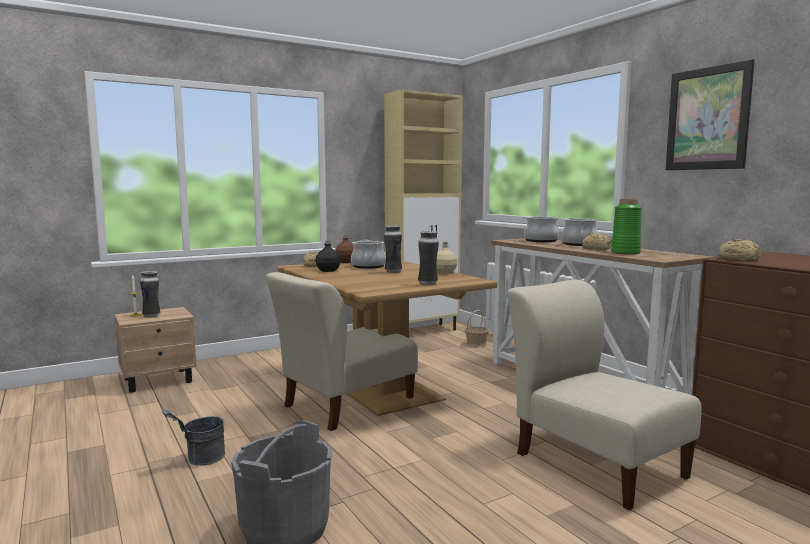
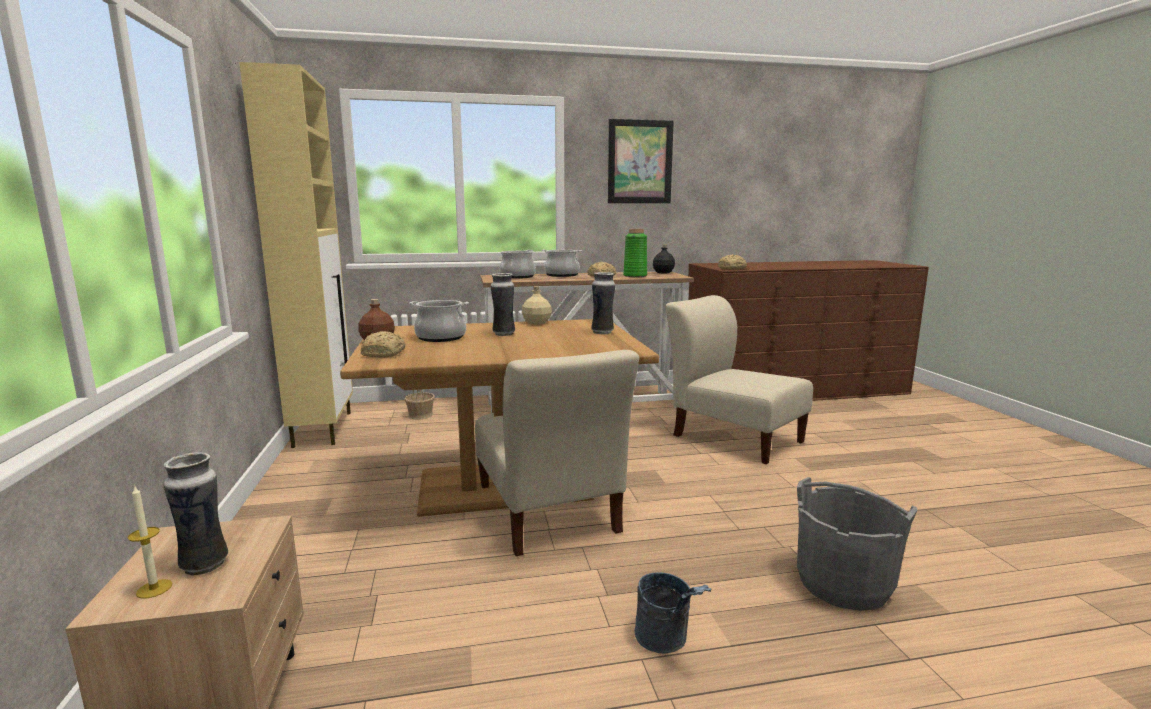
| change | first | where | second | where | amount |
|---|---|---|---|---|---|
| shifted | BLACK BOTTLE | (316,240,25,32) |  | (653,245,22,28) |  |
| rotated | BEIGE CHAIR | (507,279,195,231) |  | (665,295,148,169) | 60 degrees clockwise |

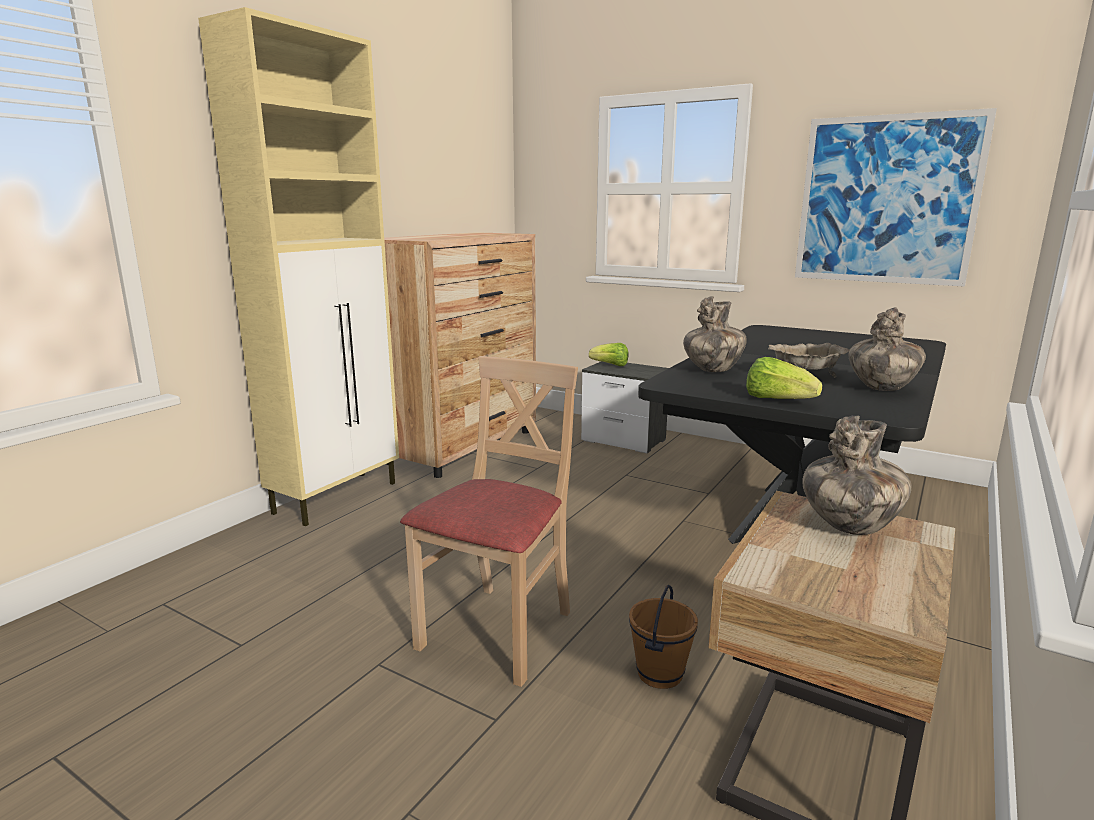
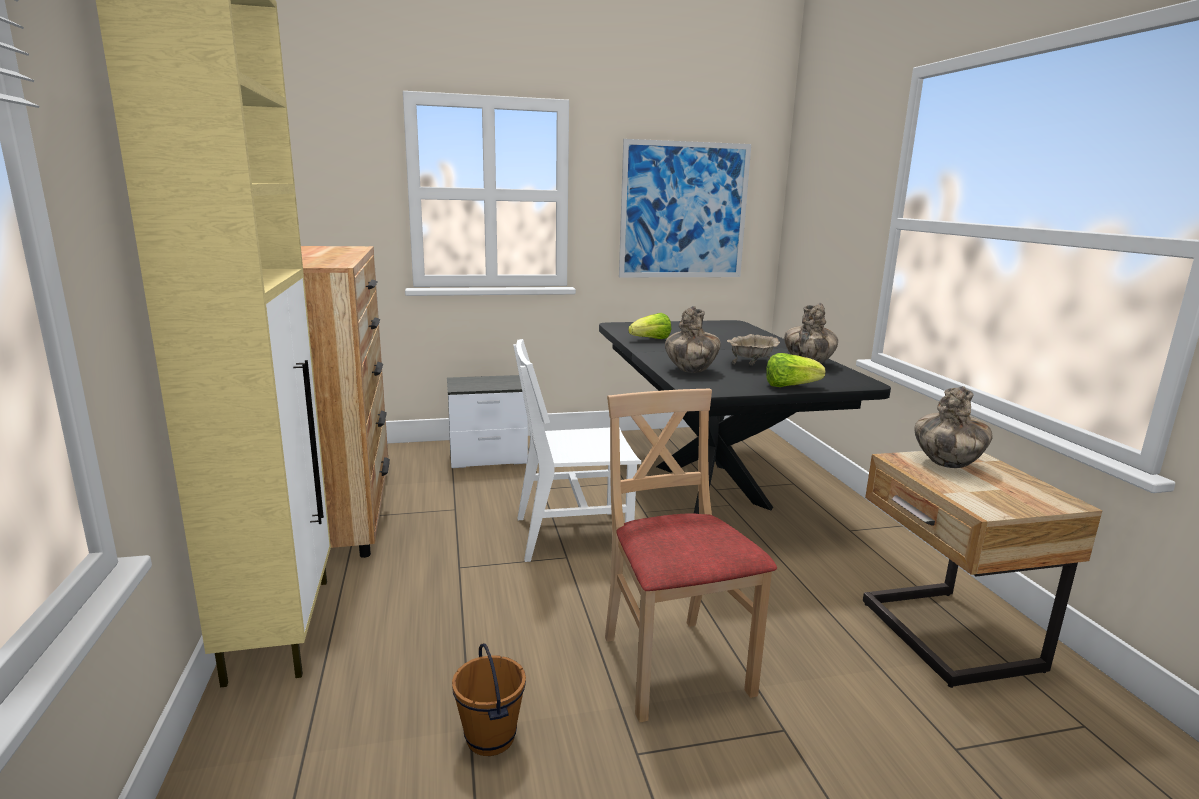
| change | first | where | second | where | amount |
|---|---|---|---|---|---|
| shifted | LETTUCE | (589,343,40,23) |  | (628,313,43,26) |  |
| shifted | BROWN BUCKET | (629,585,69,104) |  | (452,643,74,113) |  |
| new |  |  | WHITE CHAIR | (513,339,128,223) |  |

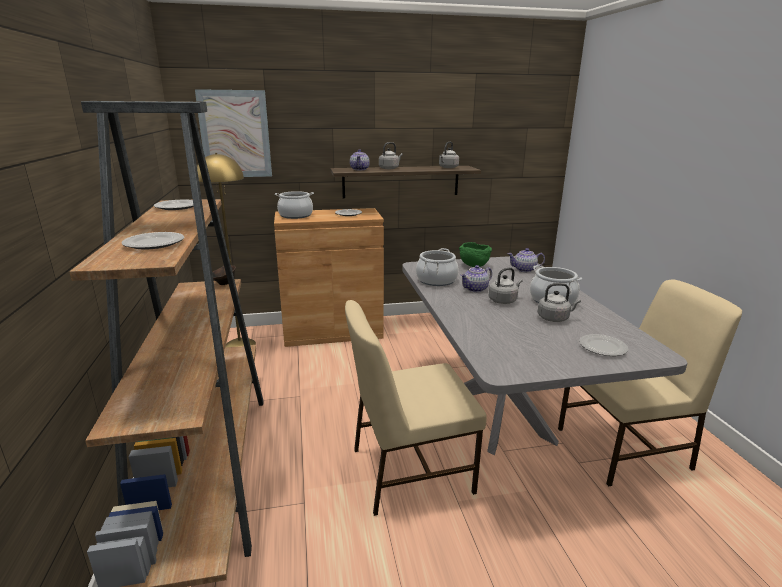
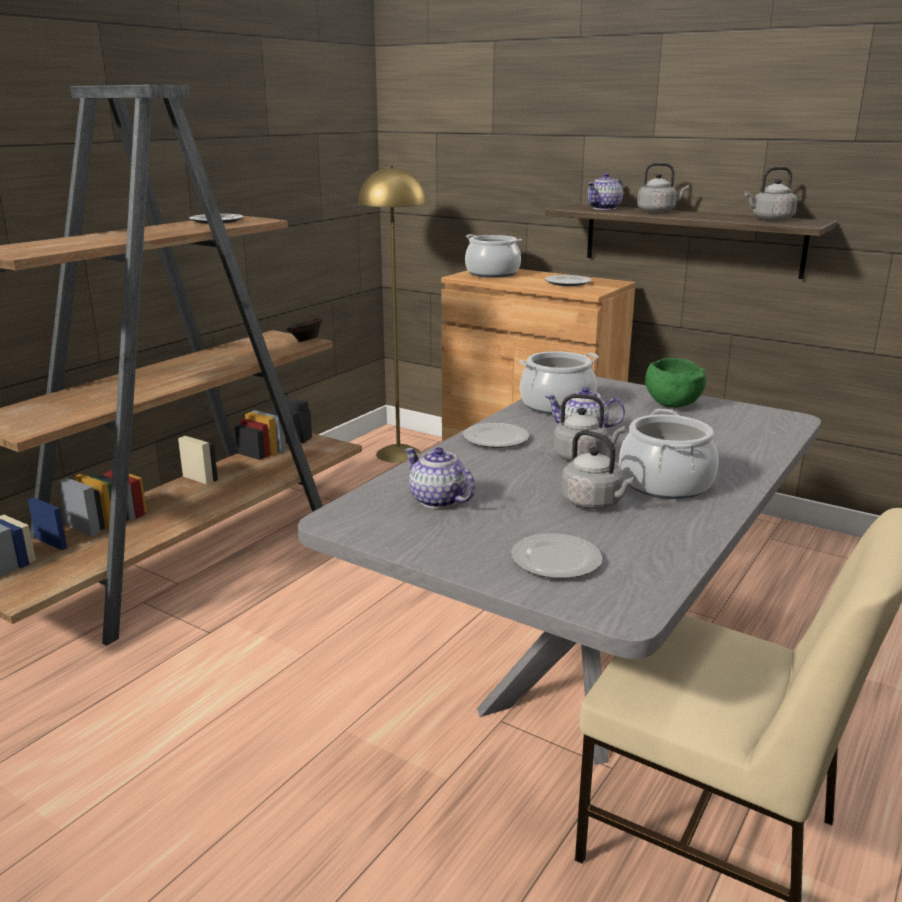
| change | first | where | second | where | amount |
|---|---|---|---|---|---|
| gone | PICTURE | (195,89,77,88) |  |  |  |
| shifted | PLATE | (121,232,63,18) |  | (463,423,66,25) |  |
| shifted | TEAPOT | (508,248,37,24) |  | (405,447,70,62) |  |
| gone | BEIGE CHAIR | (345,300,142,216) |  |  |  |

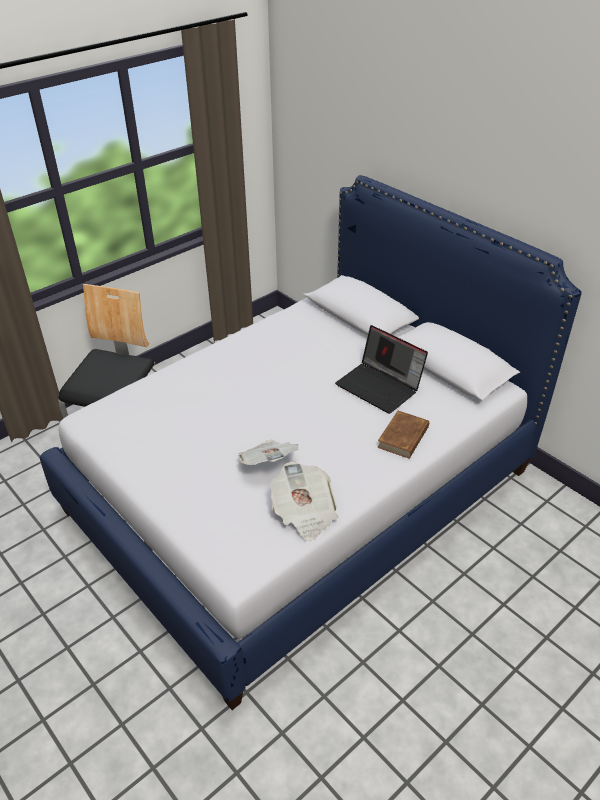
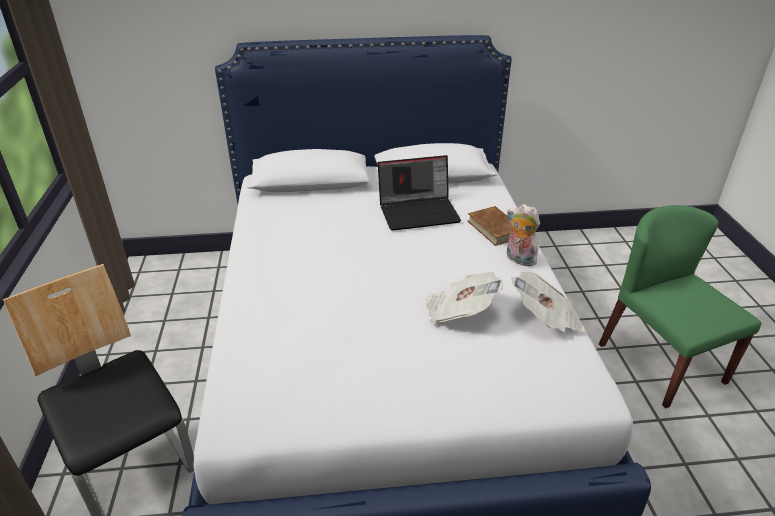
| change | first | where | second | where | amount |
|---|---|---|---|---|---|
| new |  |  | PLUSH TOY | (506,204,34,62) |  |
| new |  |  | GREEN CHAIR | (599,205,162,203) |  |

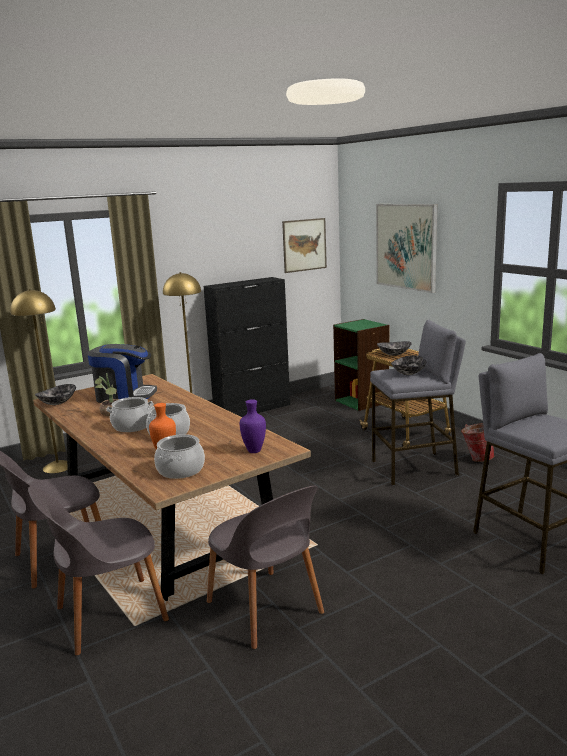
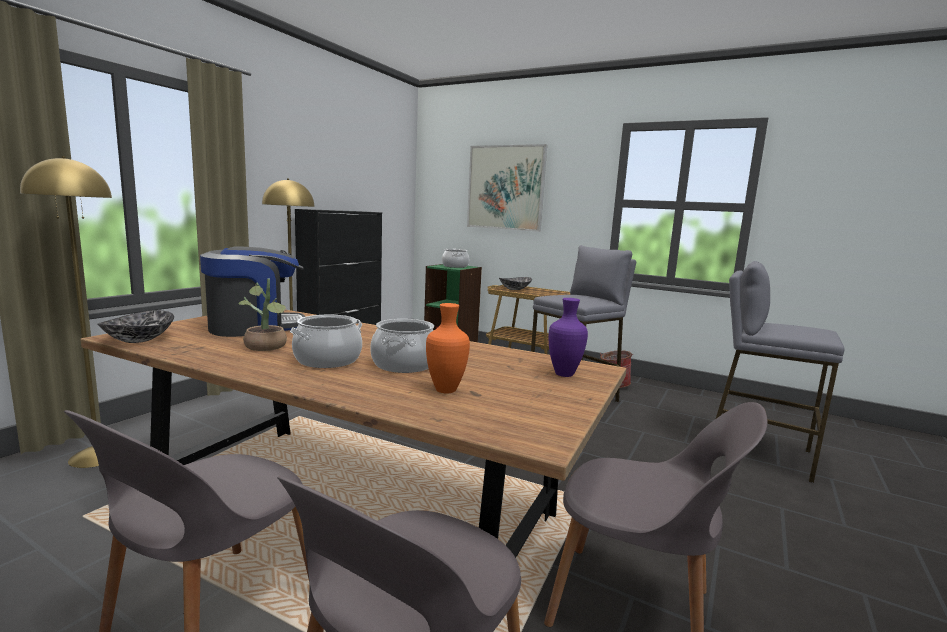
| change | first | where | second | where | amount |
|---|---|---|---|---|---|
| gone | PICTURE | (282,218,45,55) |  |  |  |
| gone | BOWL | (391,355,35,20) |  |  |  |
| shifted | COOKING POT | (154,434,51,45) |  | (442,249,27,19) |  |

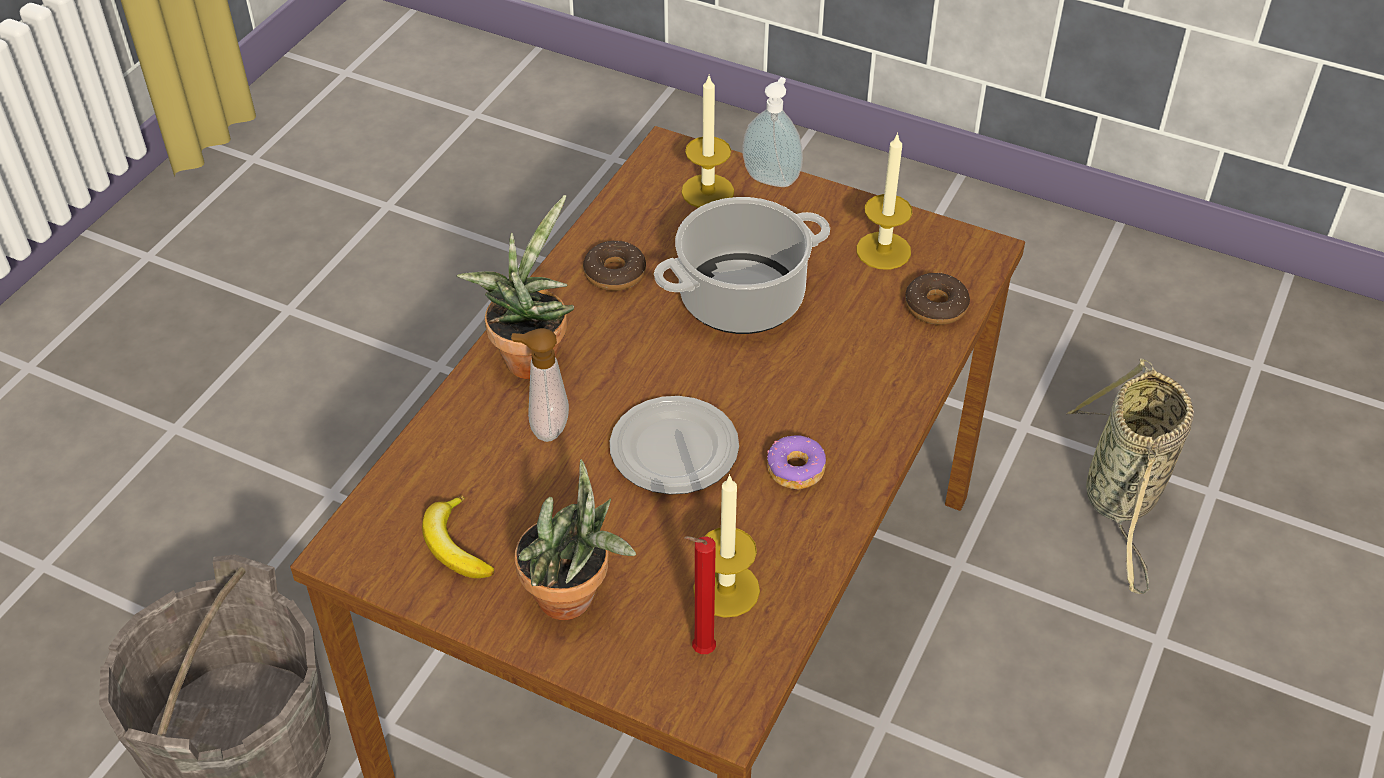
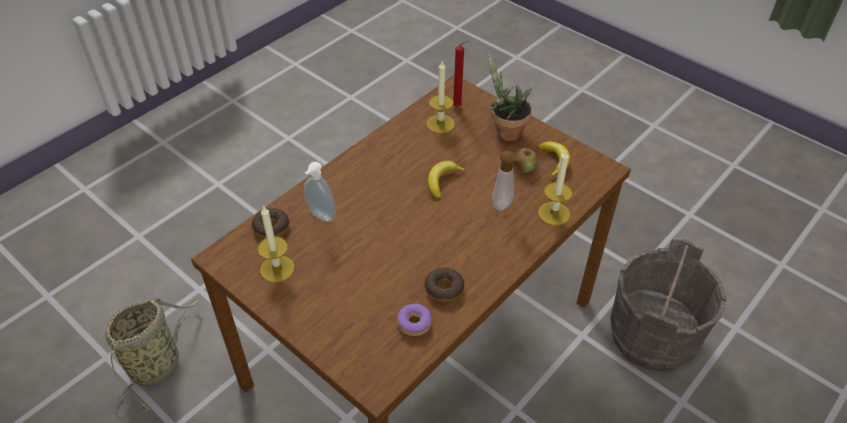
| change | first | where | second | where | amount |
|---|---|---|---|---|---|
| shifted | CANDLE | (681,76,53,132) |  | (538,149,35,76) |  |
| shifted | SOAP DISPENSER | (743,77,60,110) |  | (304,162,32,60) |  |
| gone | POTTED PLANT | (456,195,118,184) |  |  |  |
| gone | COOKING POT | (654,197,176,137) |  |  |  |
| swapped | PLATE | (610,396,129,99) | BANANA | (428,161,39,38) |  |
| shifted | DONUT | (767,435,59,55) |  | (397,304,34,32) |  |
| new |  |  | APPLE | (514,148,24,25) |  |

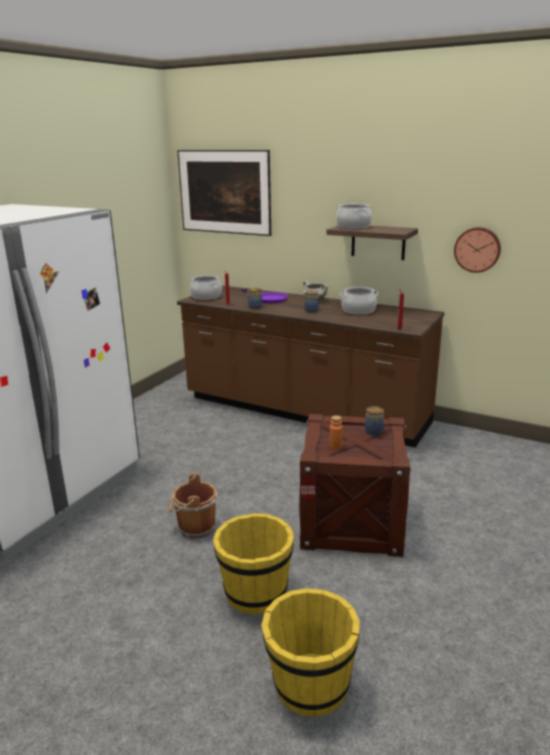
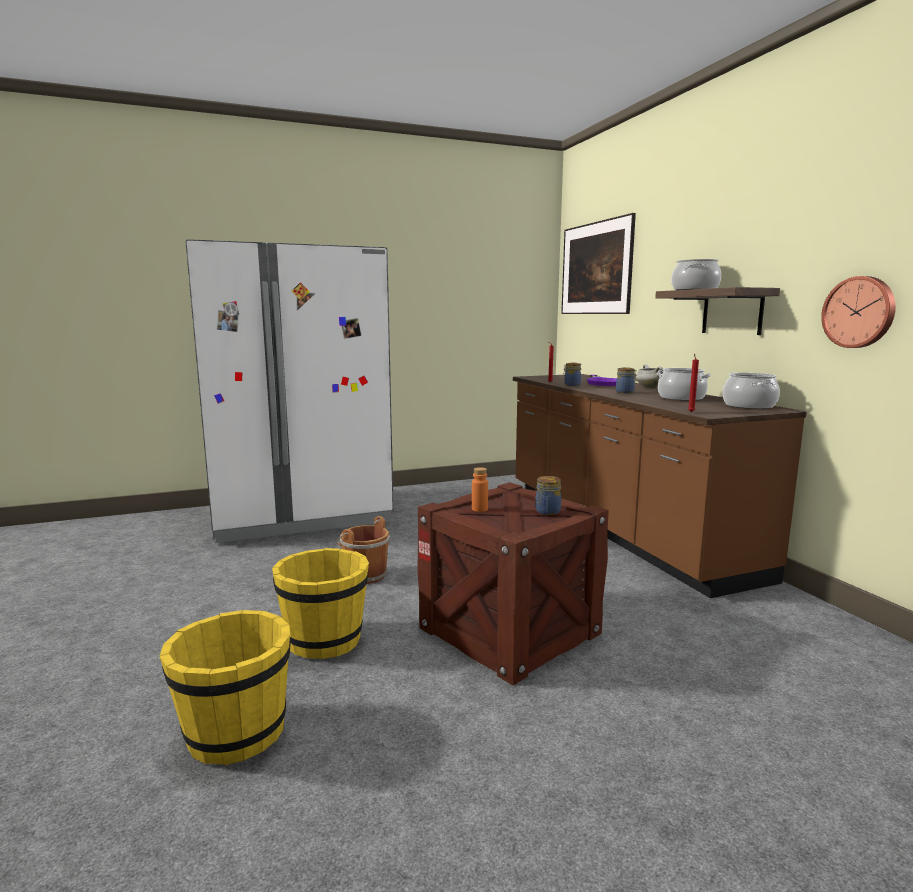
| change | first | where | second | where | amount |
|---|---|---|---|---|---|
| shifted | COOKING POT | (190,275,32,25) |  | (723,373,57,36) |  |

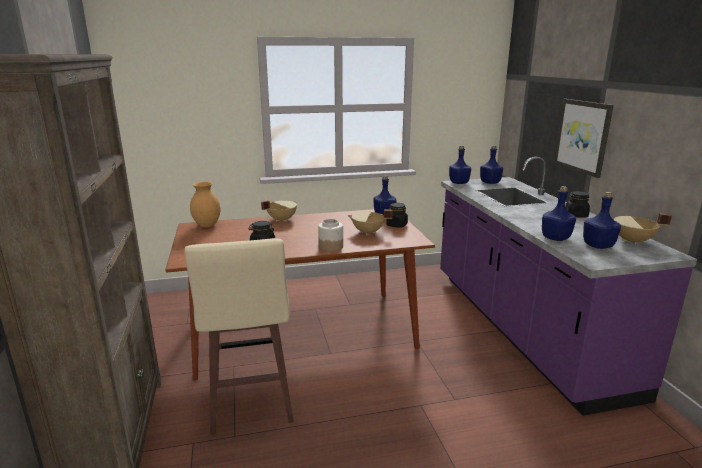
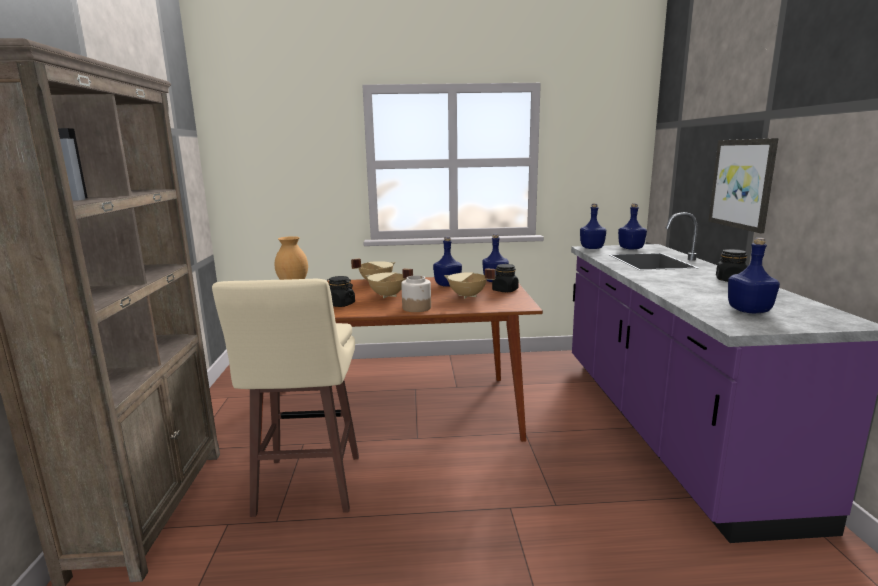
| change | first | where | second | where | amount |
|---|---|---|---|---|---|
| shifted | BLUE BOTTLE | (542,186,34,55) |  | (433,237,29,50) |  |
| shifted | BEIGE COOKING POT | (614,214,58,31) |  | (365,268,48,30) |  |

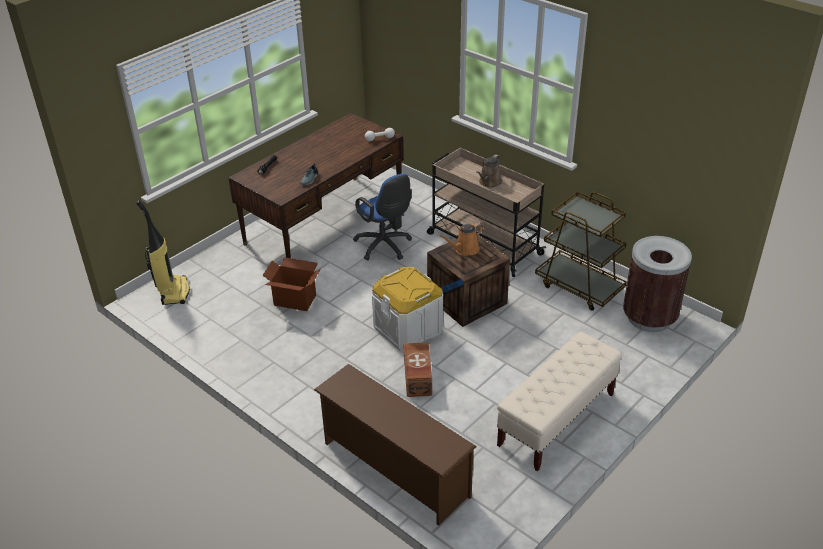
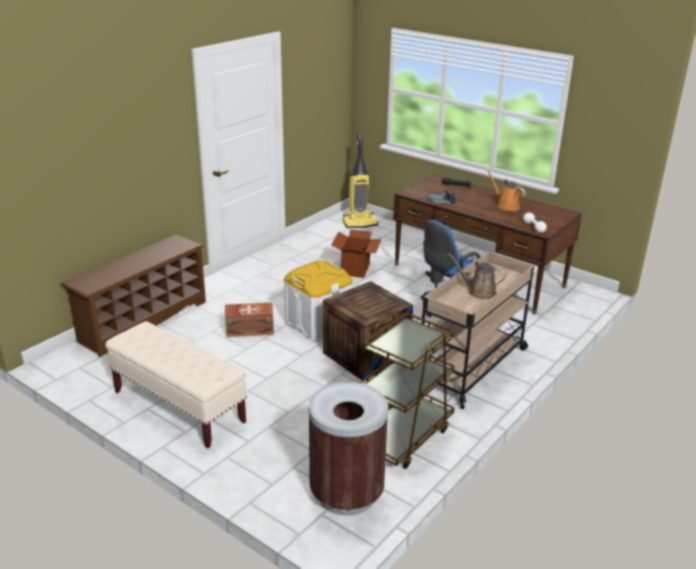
| change | first | where | second | where | amount |
|---|---|---|---|---|---|
| shifted | ORANGE WATERING CAN | (440,223,43,33) |  | (487,171,38,40) |  |

